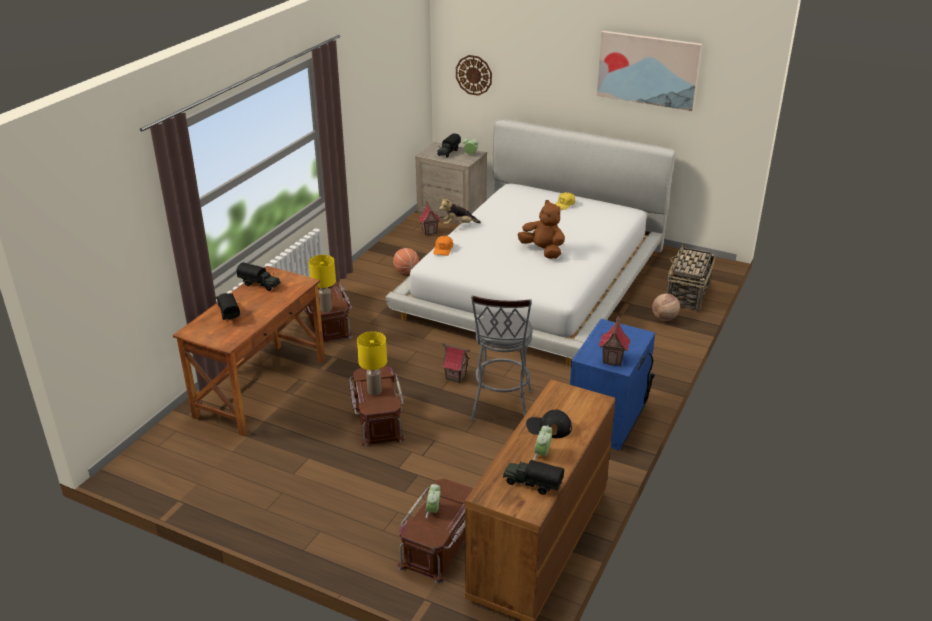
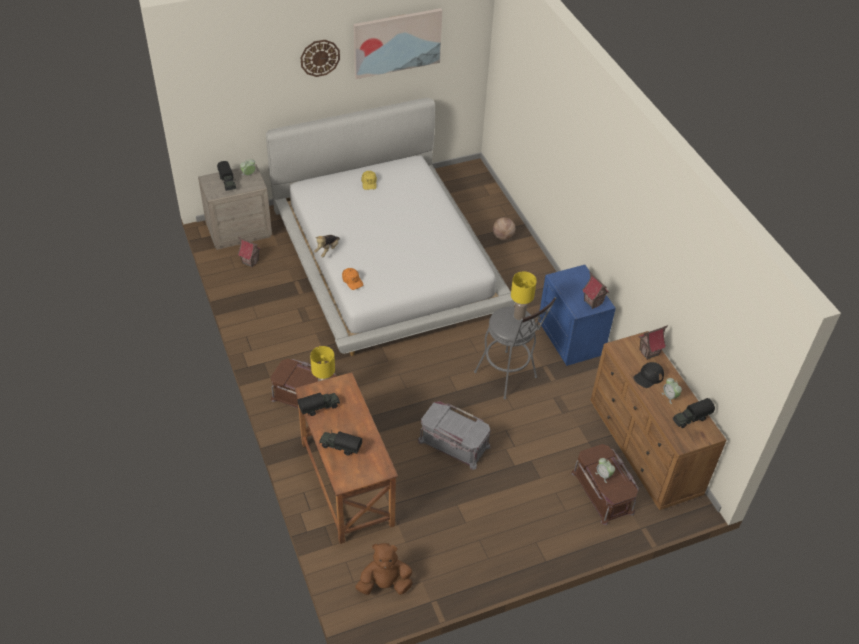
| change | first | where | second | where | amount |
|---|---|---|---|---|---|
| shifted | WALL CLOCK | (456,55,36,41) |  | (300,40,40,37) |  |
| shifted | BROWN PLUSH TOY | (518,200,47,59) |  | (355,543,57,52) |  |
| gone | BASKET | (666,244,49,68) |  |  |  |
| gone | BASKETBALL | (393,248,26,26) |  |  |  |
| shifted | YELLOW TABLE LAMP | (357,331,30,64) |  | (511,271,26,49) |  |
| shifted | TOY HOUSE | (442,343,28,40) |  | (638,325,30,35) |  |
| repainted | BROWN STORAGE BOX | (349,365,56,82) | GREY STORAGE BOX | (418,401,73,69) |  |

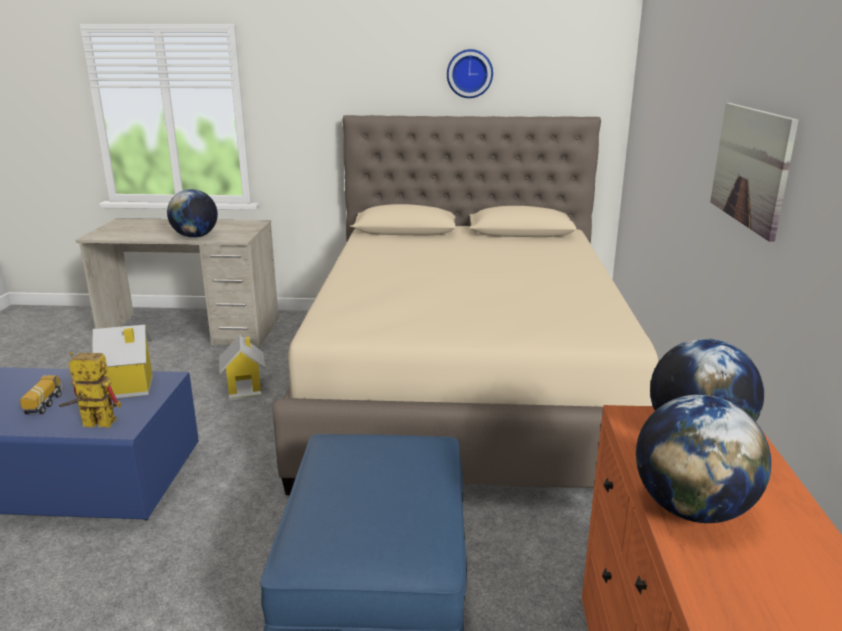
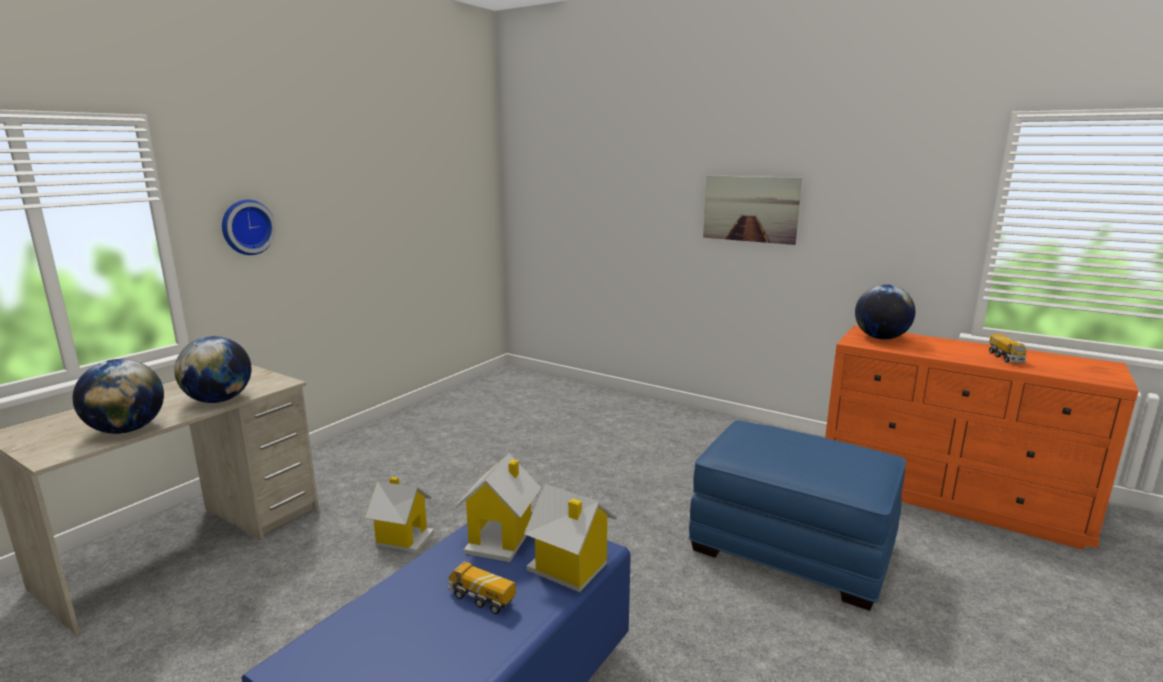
| change | first | where | second | where | amount |
|---|---|---|---|---|---|
| shifted | WALL CLOCK | (447,49,46,49) |  | (222,199,54,56) |  |
| gone | BEIGE BED | (272,115,387,380) |  |  |  |
| swapped | TOY ROBOT | (59,352,63,76) | TOY HOUSE | (524,484,93,108) |  |
| shifted | GLOBE | (636,395,135,128) |  | (73,359,91,75) |  |
| new |  |  | TOY TRUCK | (989,334,38,29) |  |

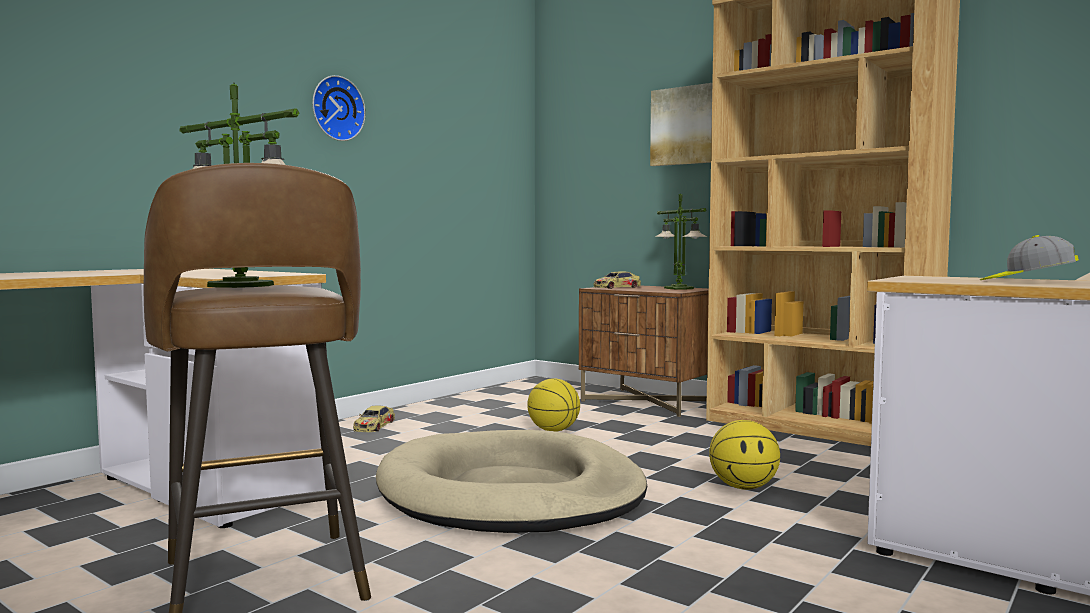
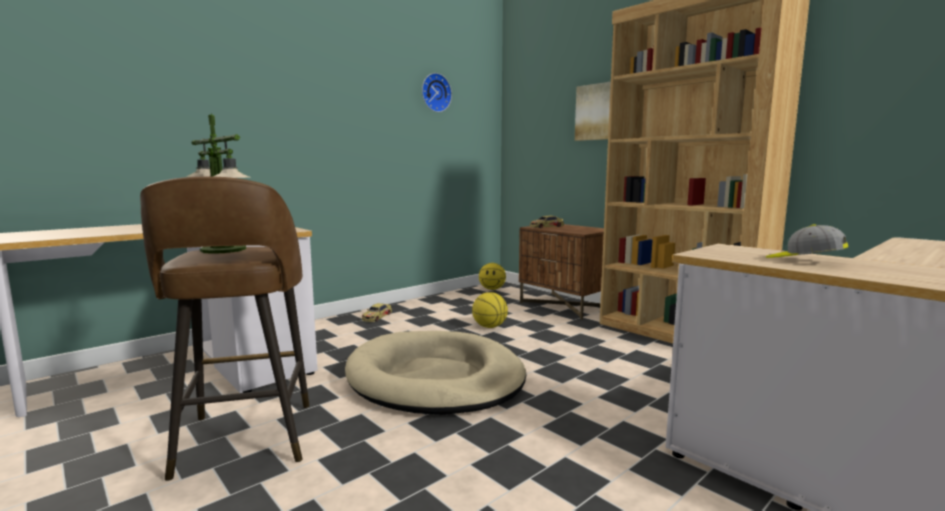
| change | first | where | second | where | amount |
|---|---|---|---|---|---|
| shifted | WALL CLOCK | (312,75,54,66) |  | (422,73,30,39) |  |
| gone | TABLE LAMP | (655,193,52,96) |  |  |  |
| shifted | BASKETBALL | (709,420,71,70) |  | (479,263,27,27) |  |

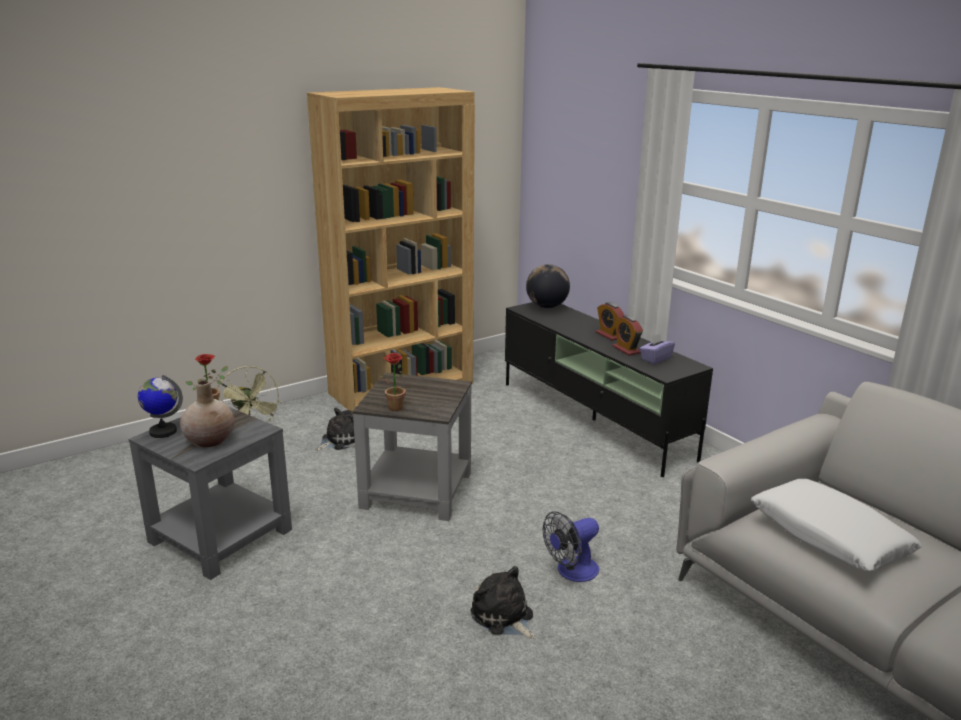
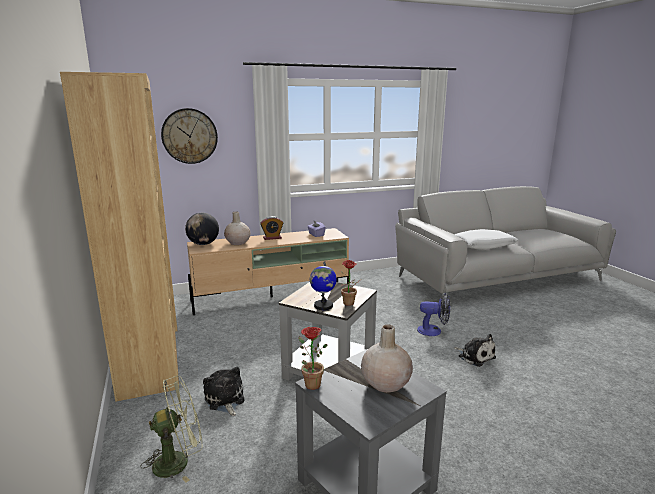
| change | first | where | second | where | amount |
|---|---|---|---|---|---|
| repainted | BLACK TV STAND | (505,302,208,175) | BEIGE TV STAND | (187,228,162,87) |  |
| gone | ALARM CLOCK | (612,315,31,41) |  |  |  |
| shifted | GLOBE | (138,375,45,63) |  | (310,261,27,49) |  |
| rotated | FAN | (543,511,56,71) |  | (417,293,33,43) | 60 degrees counterclockwise |
| rotated | PLUSH TOY | (470,566,65,73) |  | (454,334,42,33) | 105 degrees counterclockwise |
| new |  |  | WALL CLOCK | (161,108,57,56) |  |
| new |  |  | BEIGE VASE | (224,211,27,34) |  |

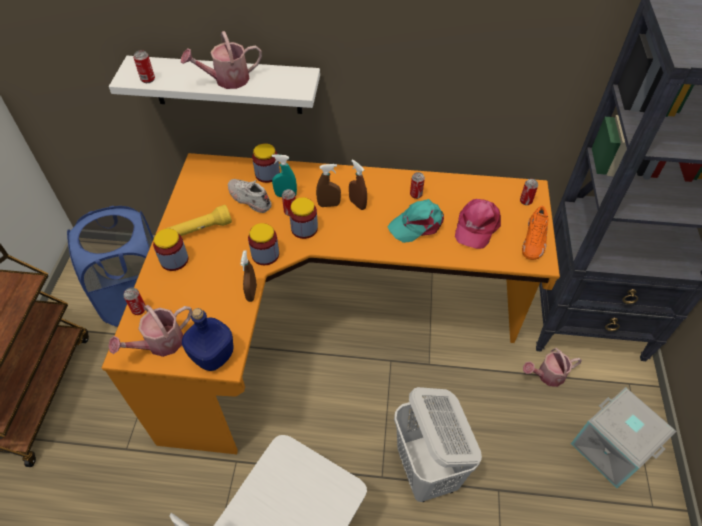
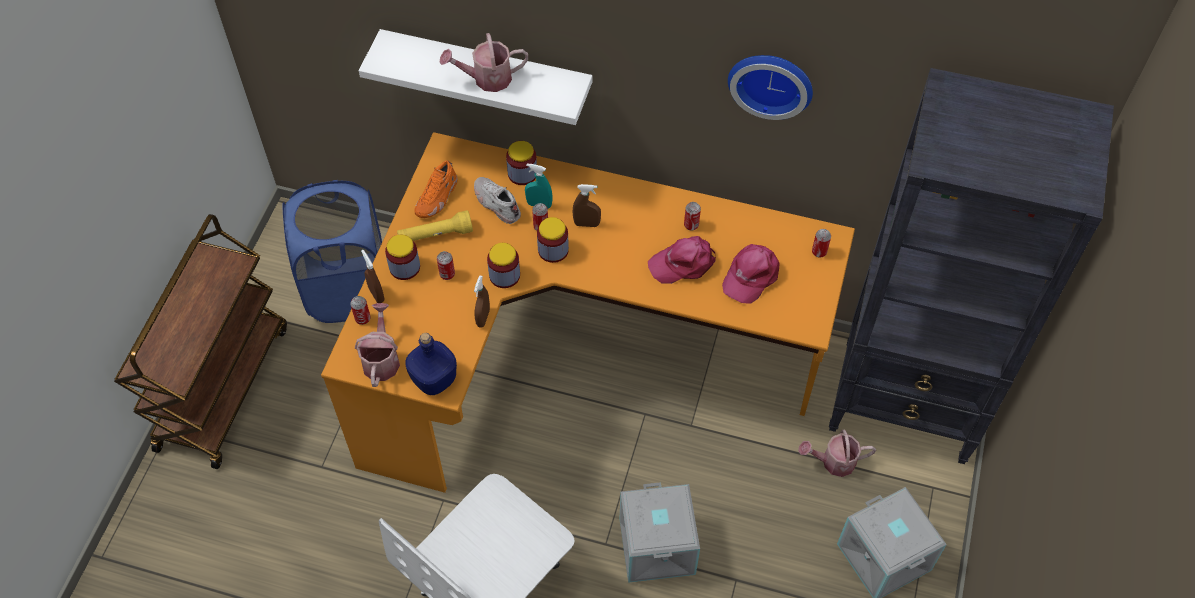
| change | first | where | second | where | amount |
|---|---|---|---|---|---|
| shifted | CAN | (133,50,22,33) |  | (437,251,18,29) |  |
| shifted | BROWN SPRAY BOTTLE | (349,159,18,51) |  | (361,250,24,53) |  |
| repainted | TURQUOISE CAP | (387,199,57,44) | PINK CAP | (648,236,68,48) |  |
| shifted | ORANGE SHOE | (522,206,26,54) |  | (414,160,44,58) |  |
| rotated | WATERING CAN | (108,305,84,52) |  | (355,303,45,84) | 120 degrees clockwise |
| swapped | WHITE LAUNDRY BASKET | (394,387,88,115) | GREY STORAGE BOX | (620,482,80,101) |  |
| new |  |  | WALL CLOCK | (728,55,85,65) |  |

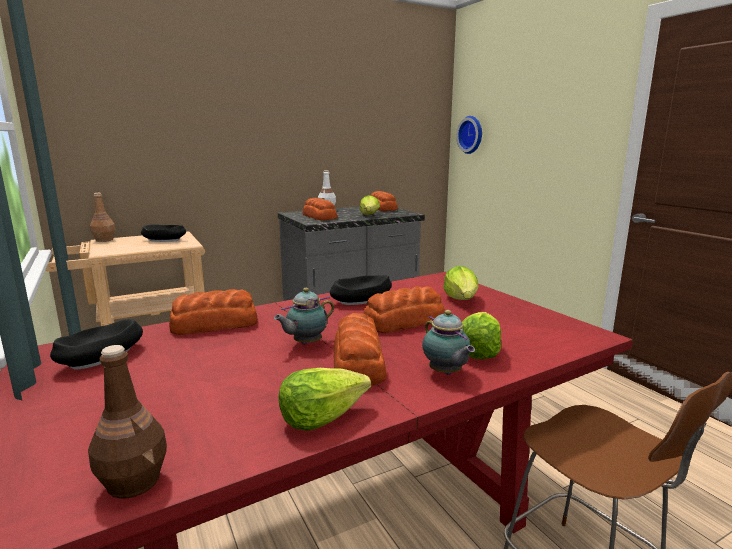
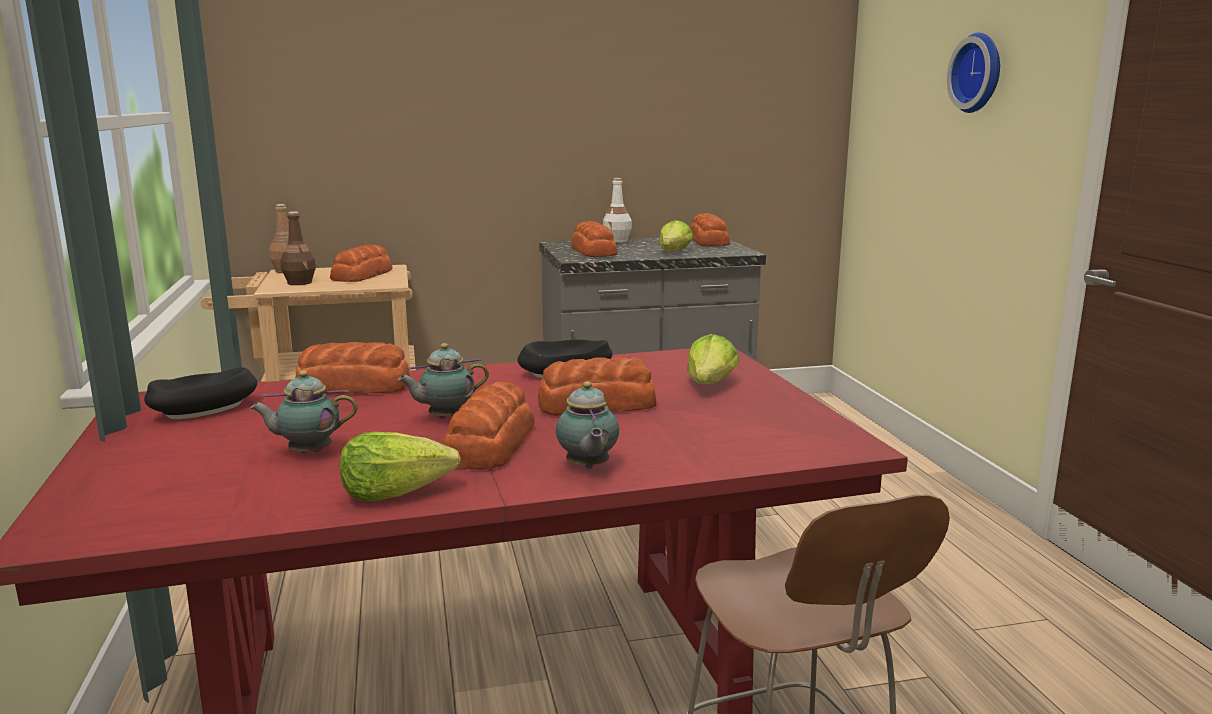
| change | first | where | second | where | amount |
|---|---|---|---|---|---|
| shifted | WALL CLOCK | (456,116,26,38) |  | (947,33,53,80) |  |
| swapped | BLACK BOWL | (141,224,45,18) | BREAD | (330,244,63,38) |  |
| gone | LETTUCE | (462,312,39,47) |  |  |  |
| shifted | BROWN BOTTLE | (88,345,79,154) |  | (280,211,36,74) |  |
| new |  |  | TEAPOT | (250,371,108,83) |  |

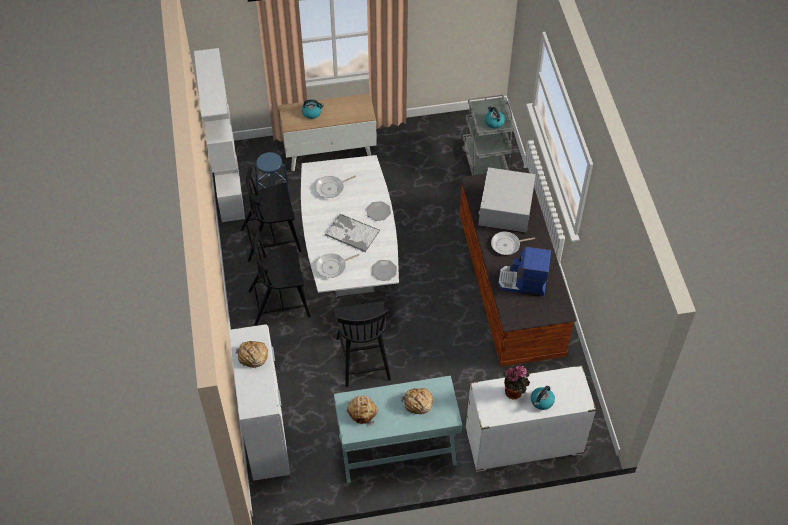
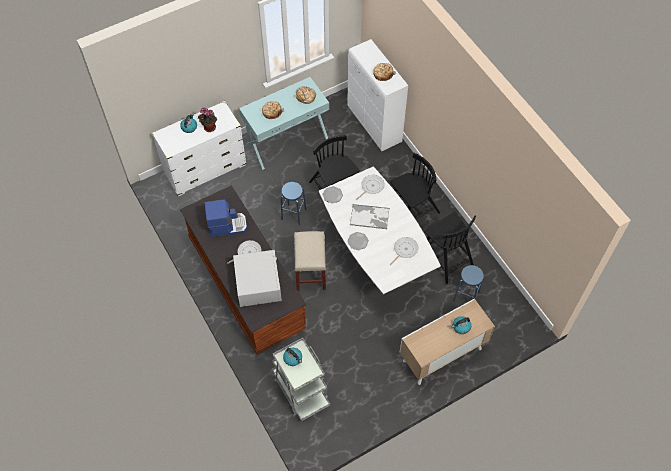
| change | first | where | second | where | amount |
|---|---|---|---|---|---|
| gone | WHITE BOOKCASE | (194,48,51,174) |  |  |  |
| rotated | BLACK CHAIR | (241,167,61,95) |  | (424,212,52,72) | 90 degrees clockwise |
| new |  |  | BLUE STOOL | (281,182,25,43) |  |
| new |  |  | BEIGE STOOL | (294,231,32,60) |  |

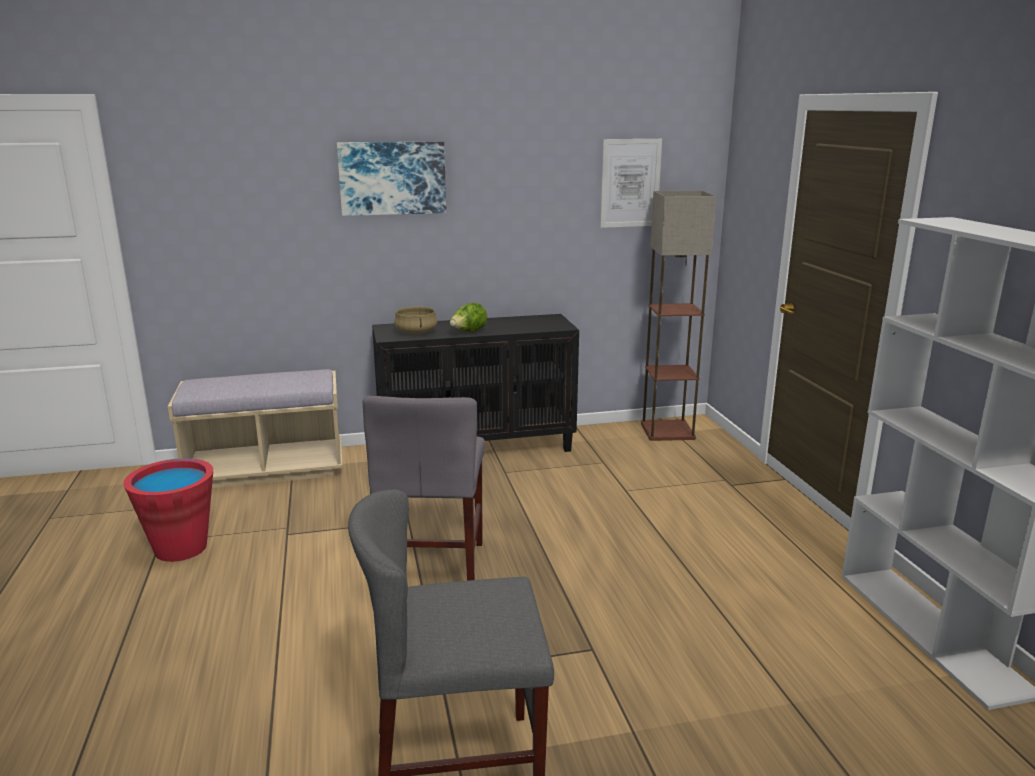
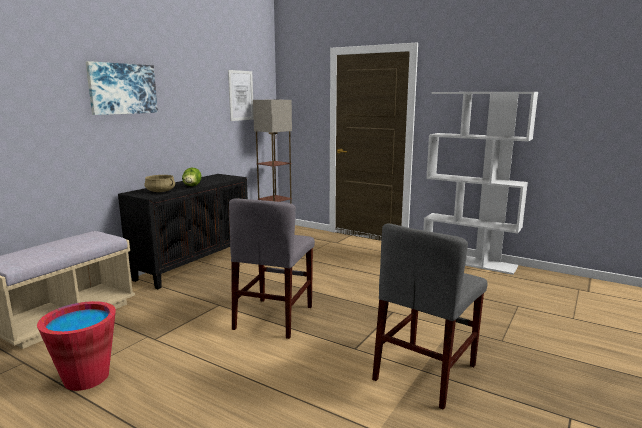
| change | first | where | second | where | amount |
|---|---|---|---|---|---|
| rotated | GREY CHAIR | (363,396,122,185) |  | (229,198,86,141) | 60 degrees clockwise |

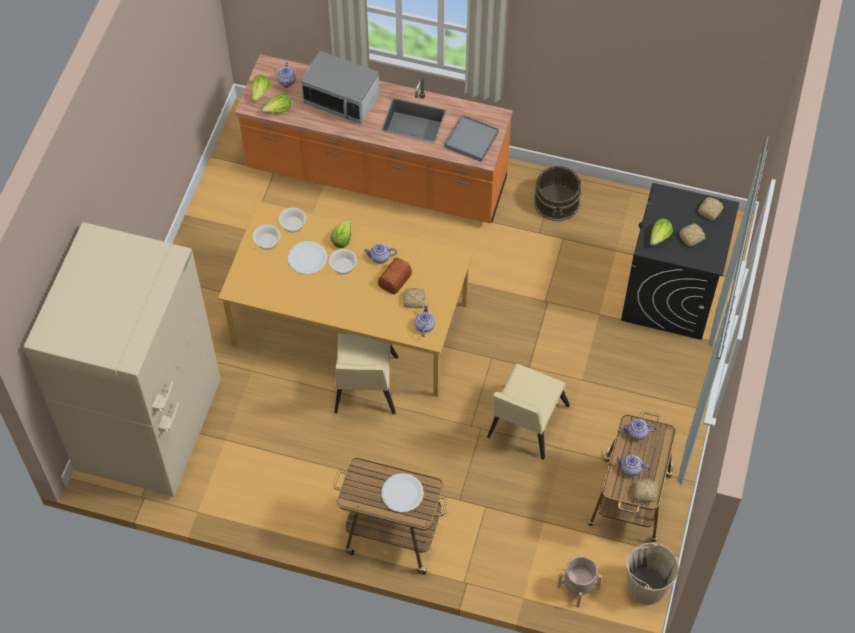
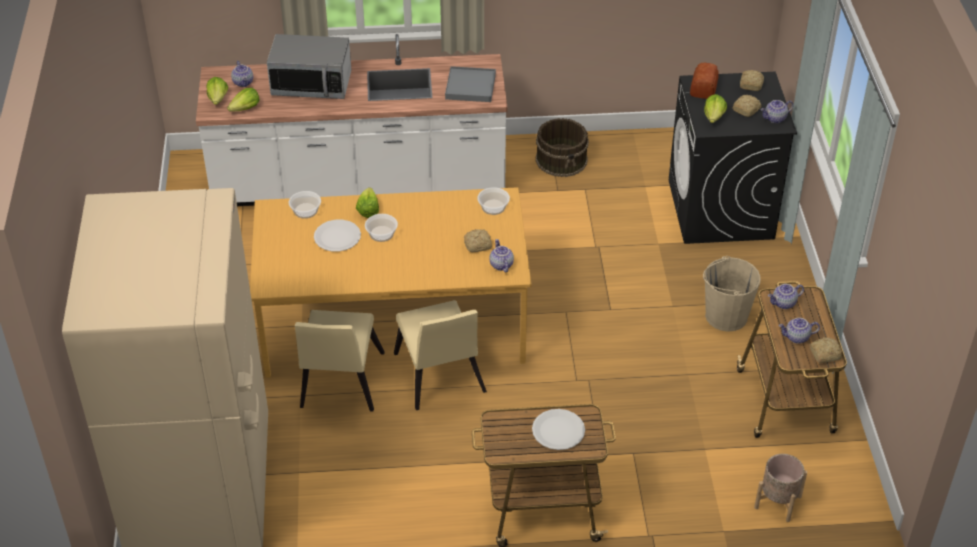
| change | first | where | second | where | amount |
|---|---|---|---|---|---|
| repainted | ORANGE COUNTER | (235,54,278,169) | WHITE COUNTER | (196,34,311,172) |  |
| shifted | BOWL | (253,224,27,26) |  | (477,187,33,28) |  |
| shifted | TEAPOT | (363,244,34,20) |  | (760,100,34,23) |  |
| shifted | BREAD | (378,258,34,36) |  | (690,63,28,36) |  |
| shifted | BEIGE CHAIR | (487,363,83,97) |  | (295,310,90,102) |  |
| shifted | BEIGE BUCKET | (625,542,54,63) |  | (703,256,58,76) |  |

